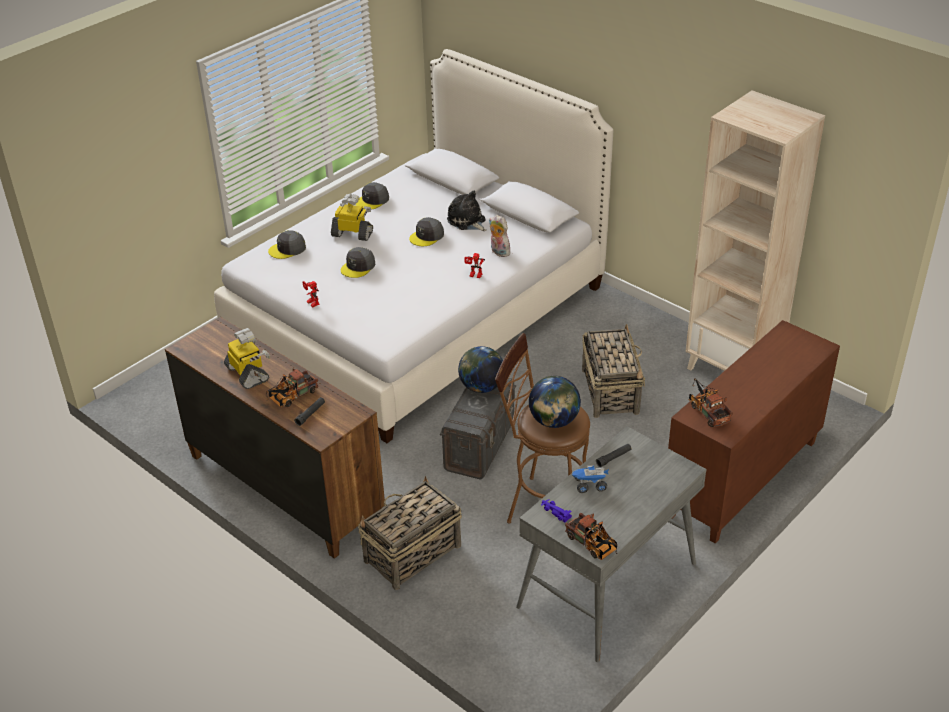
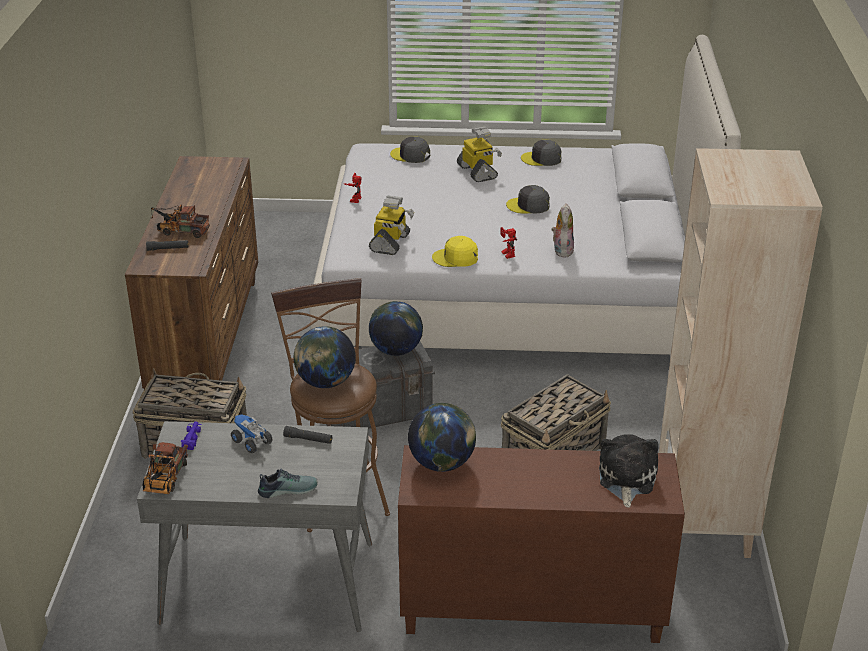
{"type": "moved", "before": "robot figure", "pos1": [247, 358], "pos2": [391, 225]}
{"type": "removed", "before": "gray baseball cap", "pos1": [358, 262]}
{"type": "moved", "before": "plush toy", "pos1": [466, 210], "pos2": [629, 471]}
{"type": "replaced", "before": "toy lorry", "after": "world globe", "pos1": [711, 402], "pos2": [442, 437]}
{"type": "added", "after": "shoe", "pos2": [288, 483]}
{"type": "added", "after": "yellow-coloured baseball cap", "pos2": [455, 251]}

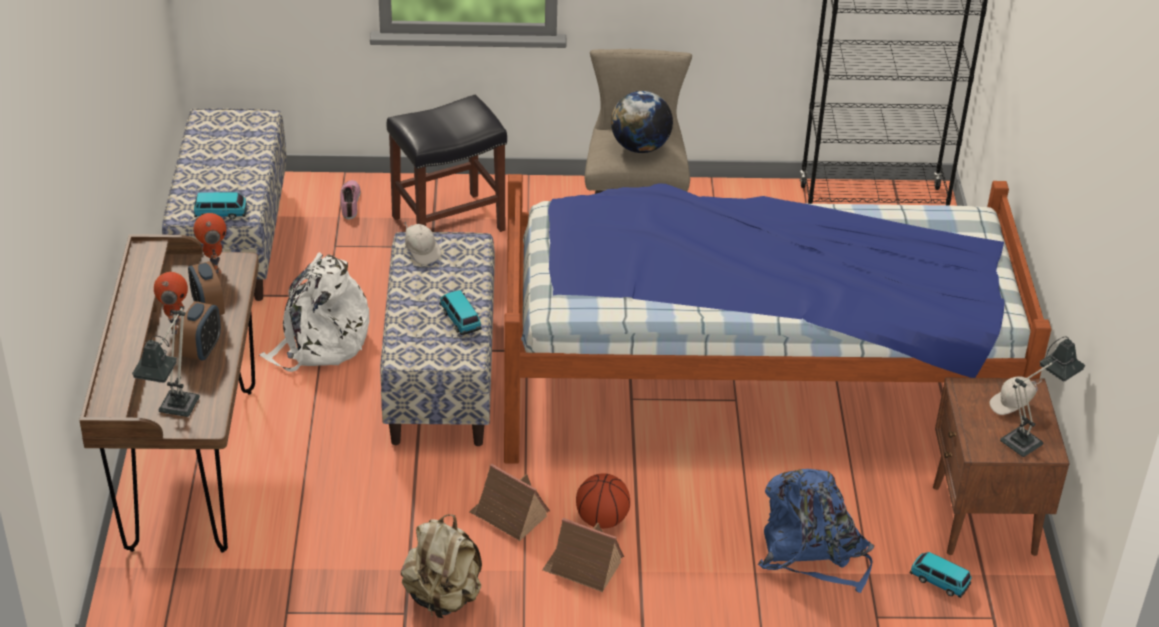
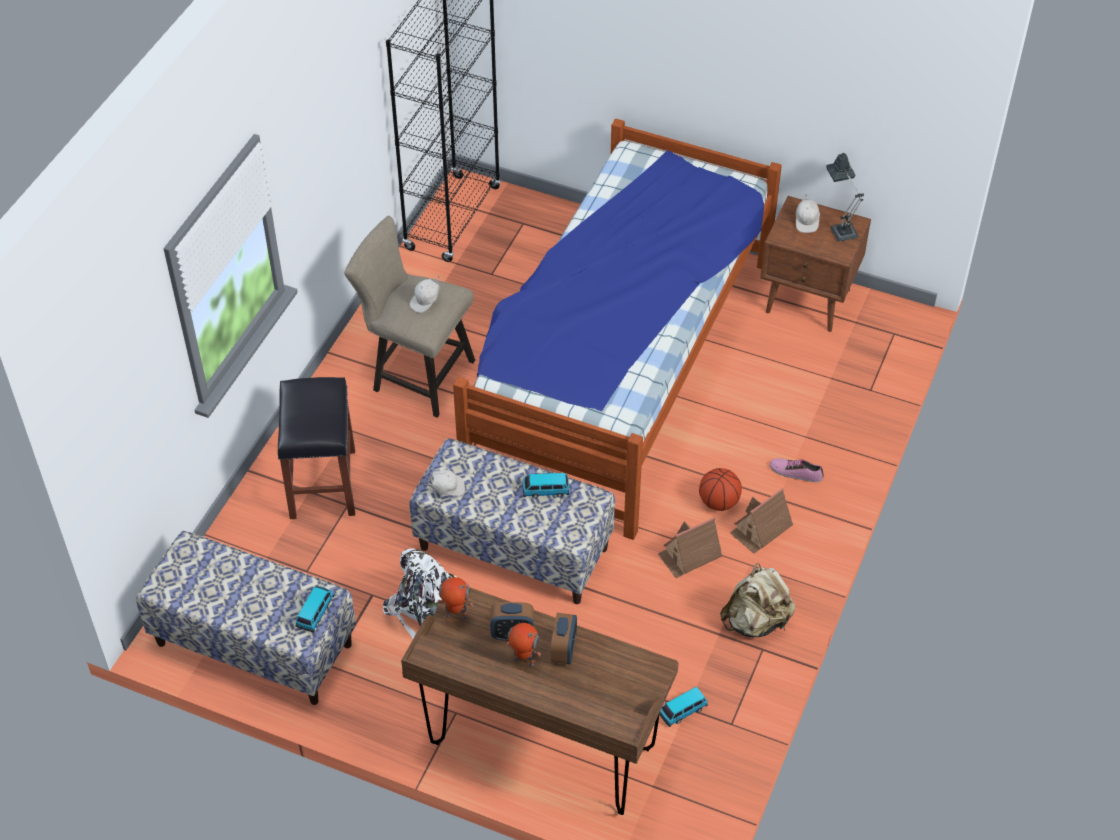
{"type": "removed", "before": "tabletop lamp", "pos1": [166, 361]}
{"type": "turned", "before": "table clock", "pos1": [199, 331], "pos2": [564, 638], "turn": 60}
{"type": "moved", "before": "shoe", "pos1": [350, 199], "pos2": [796, 470]}
{"type": "replaced", "before": "world globe", "after": "white baseball cap", "pos1": [642, 122], "pos2": [425, 294]}
{"type": "removed", "before": "blue-coloured knapsack", "pos1": [816, 531]}
{"type": "moved", "before": "miniature car", "pos1": [940, 575], "pos2": [684, 707]}

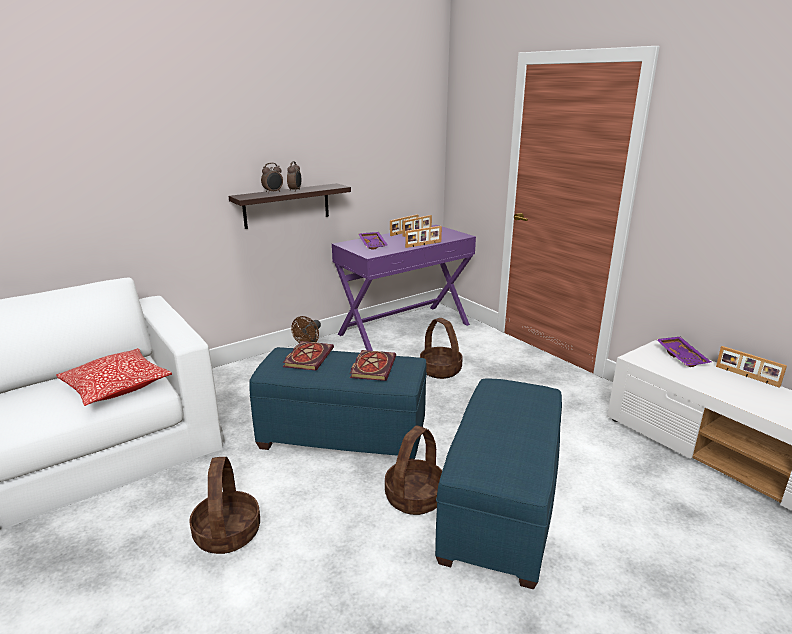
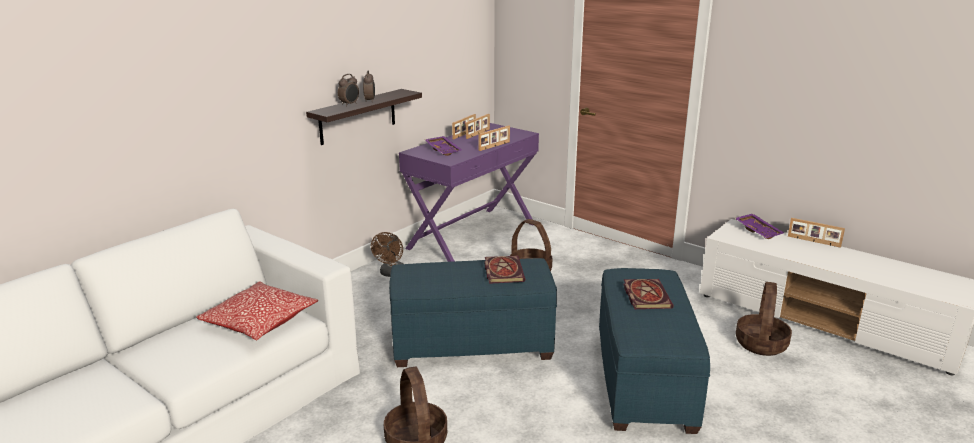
{"type": "moved", "before": "book", "pos1": [308, 356], "pos2": [648, 294]}
{"type": "moved", "before": "household basket", "pos1": [413, 470], "pos2": [764, 319]}

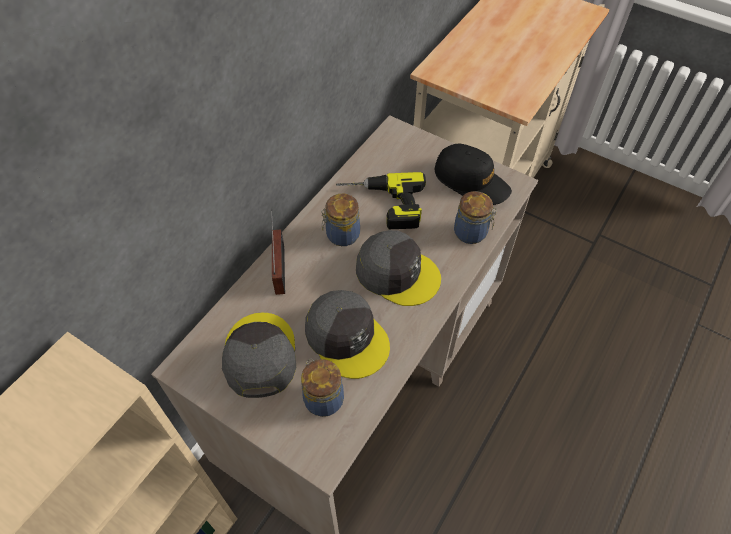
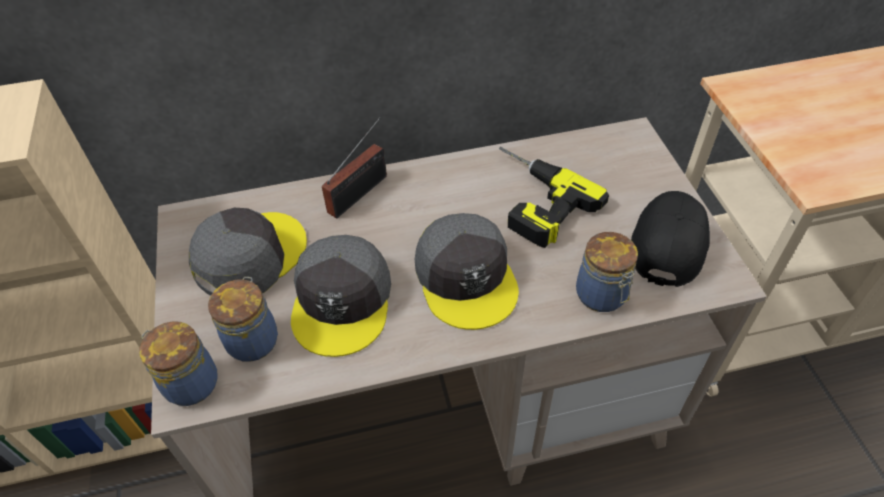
{"type": "moved", "before": "preserve jar", "pos1": [340, 220], "pos2": [178, 363]}
{"type": "turned", "before": "black baseball cap", "pos1": [473, 174], "pos2": [670, 239], "turn": -150}

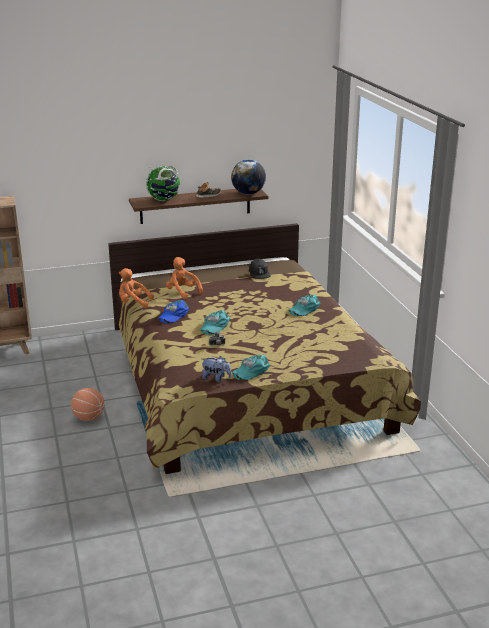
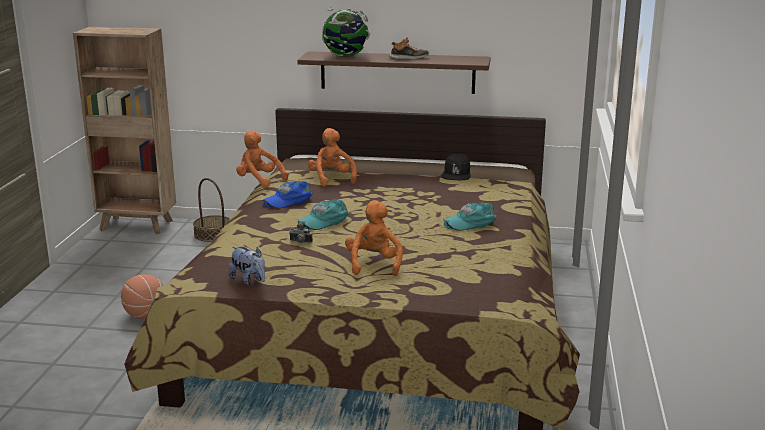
{"type": "removed", "before": "world globe", "pos1": [248, 176]}
{"type": "removed", "before": "blue-green baseball cap", "pos1": [251, 367]}
{"type": "added", "after": "household basket", "pos2": [211, 210]}
{"type": "added", "after": "orange plush toy", "pos2": [374, 238]}

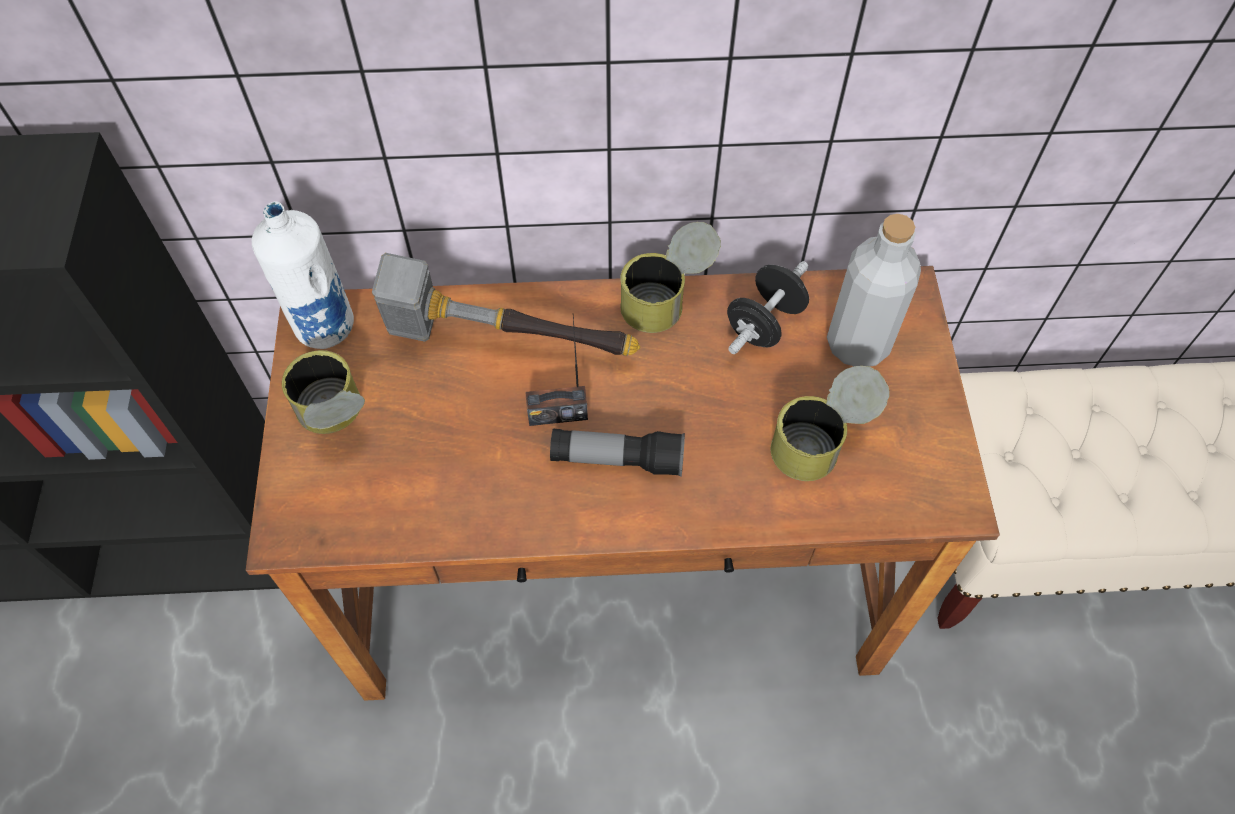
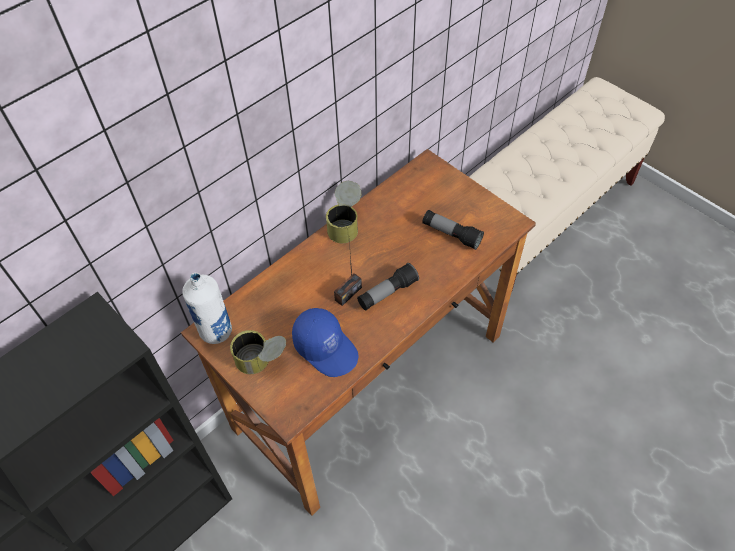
{"type": "removed", "before": "tool hammer", "pos1": [506, 304]}
{"type": "removed", "before": "black hand weight", "pos1": [768, 307]}
{"type": "replaced", "before": "metal can", "after": "torch", "pos1": [830, 423], "pos2": [453, 230]}
{"type": "removed", "before": "gray bottle", "pos1": [874, 290]}
{"type": "added", "after": "blue-coloured baseball cap", "pos2": [325, 342]}

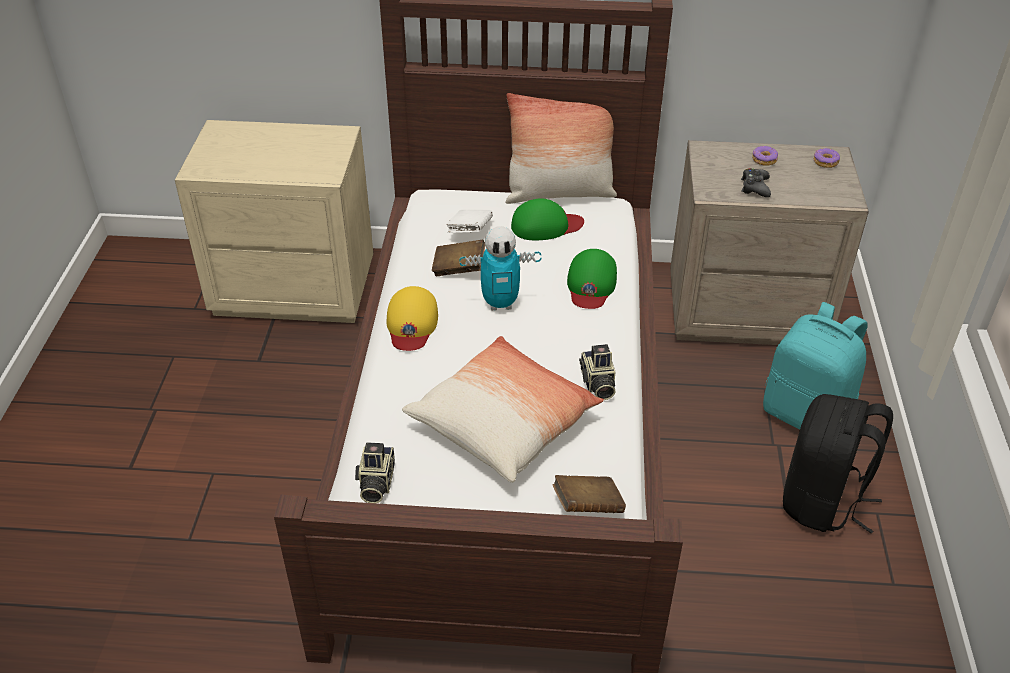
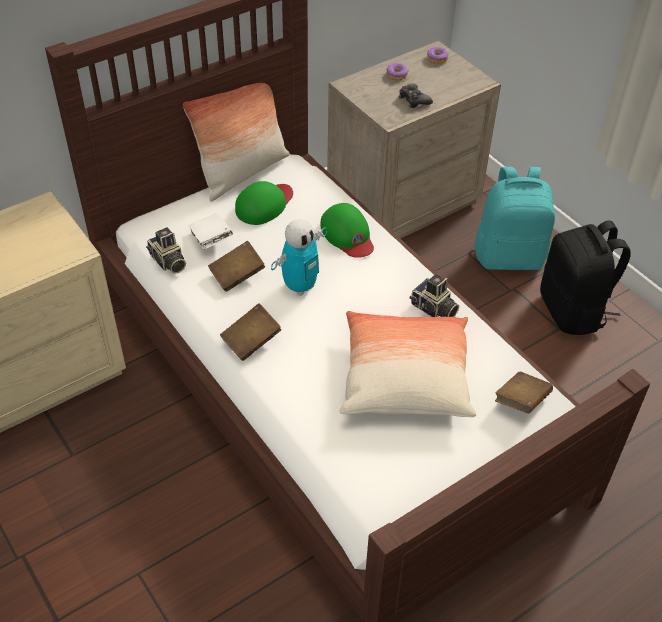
{"type": "moved", "before": "still camera", "pos1": [375, 472], "pos2": [166, 250]}
{"type": "replaced", "before": "yellow-coloured baseball cap", "after": "brownish book", "pos1": [412, 318], "pos2": [251, 332]}

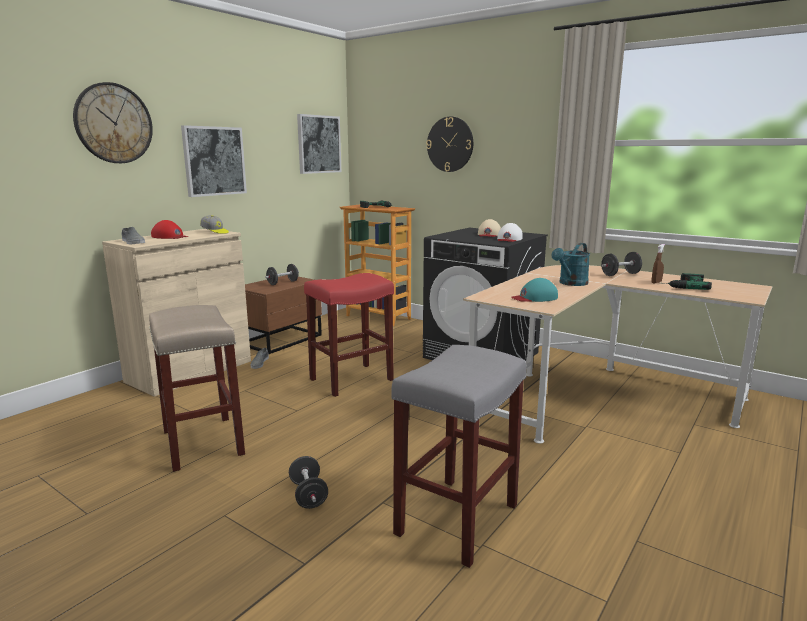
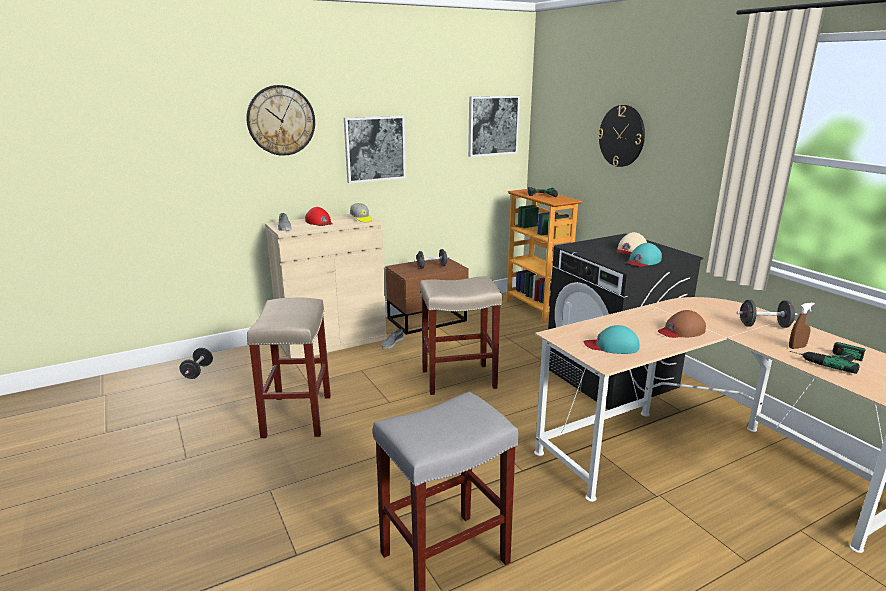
{"type": "moved", "before": "black hand weight", "pos1": [308, 482], "pos2": [196, 363]}
{"type": "recoloured", "before": "reddish stool", "after": "sand-coloured stool", "pos1": [349, 335], "pos2": [461, 335]}
{"type": "recoloured", "before": "white baseball cap", "after": "blue-green baseball cap", "pos1": [510, 232], "pos2": [644, 255]}
{"type": "replaced", "before": "blue-green watering can", "after": "brownish baseball cap", "pos1": [570, 264], "pos2": [682, 324]}

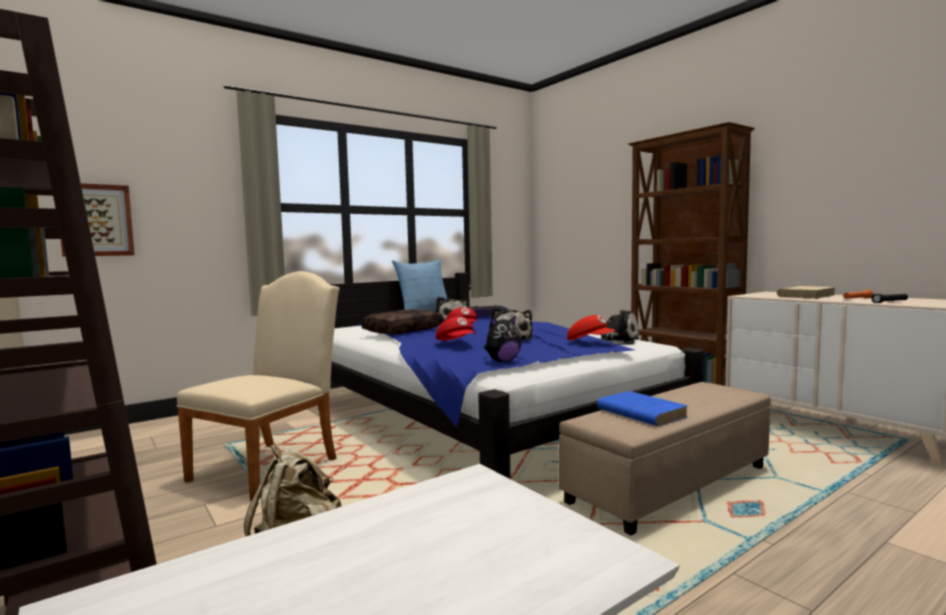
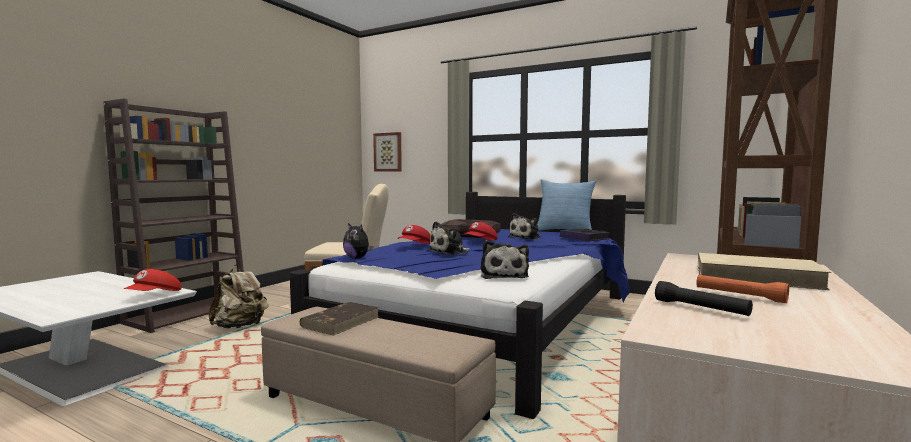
{"type": "moved", "before": "reddish baseball cap", "pos1": [592, 327], "pos2": [152, 280]}
{"type": "recoloured", "before": "blue-coloured book", "after": "brownish book", "pos1": [642, 408], "pos2": [339, 319]}

